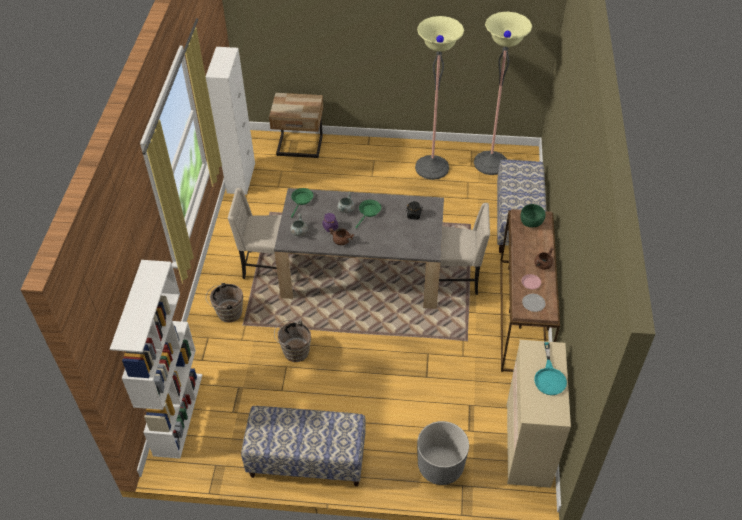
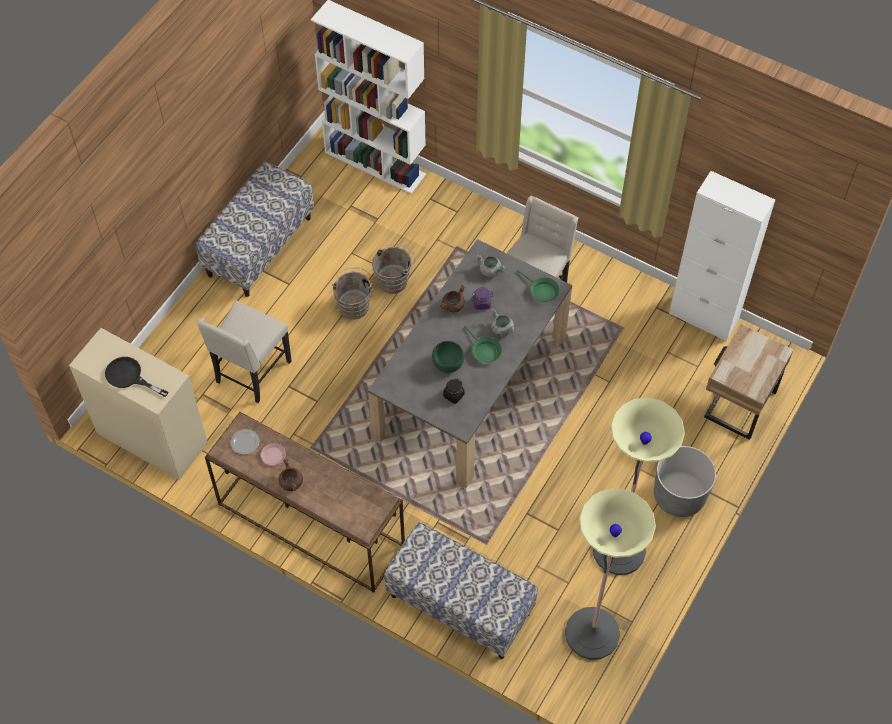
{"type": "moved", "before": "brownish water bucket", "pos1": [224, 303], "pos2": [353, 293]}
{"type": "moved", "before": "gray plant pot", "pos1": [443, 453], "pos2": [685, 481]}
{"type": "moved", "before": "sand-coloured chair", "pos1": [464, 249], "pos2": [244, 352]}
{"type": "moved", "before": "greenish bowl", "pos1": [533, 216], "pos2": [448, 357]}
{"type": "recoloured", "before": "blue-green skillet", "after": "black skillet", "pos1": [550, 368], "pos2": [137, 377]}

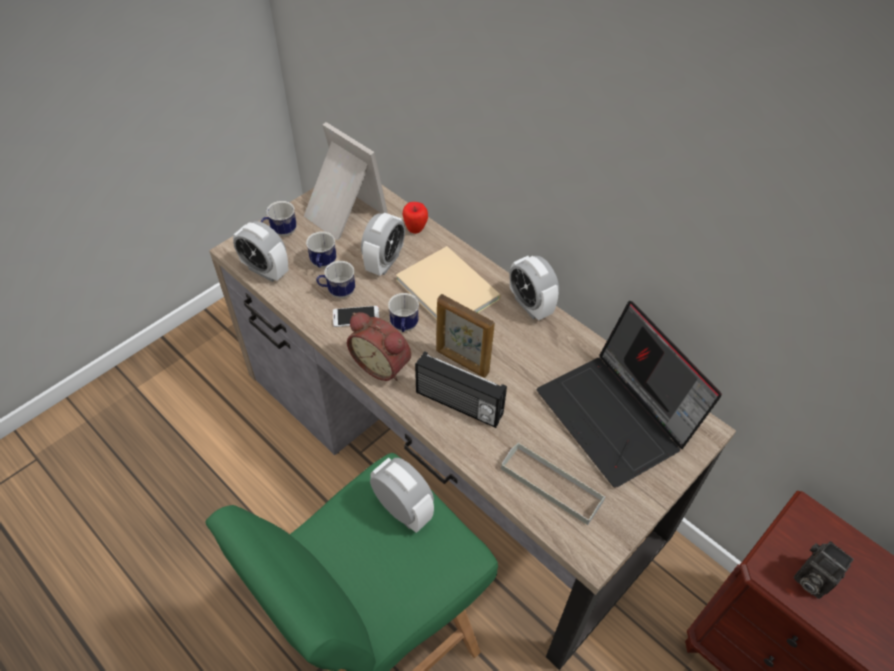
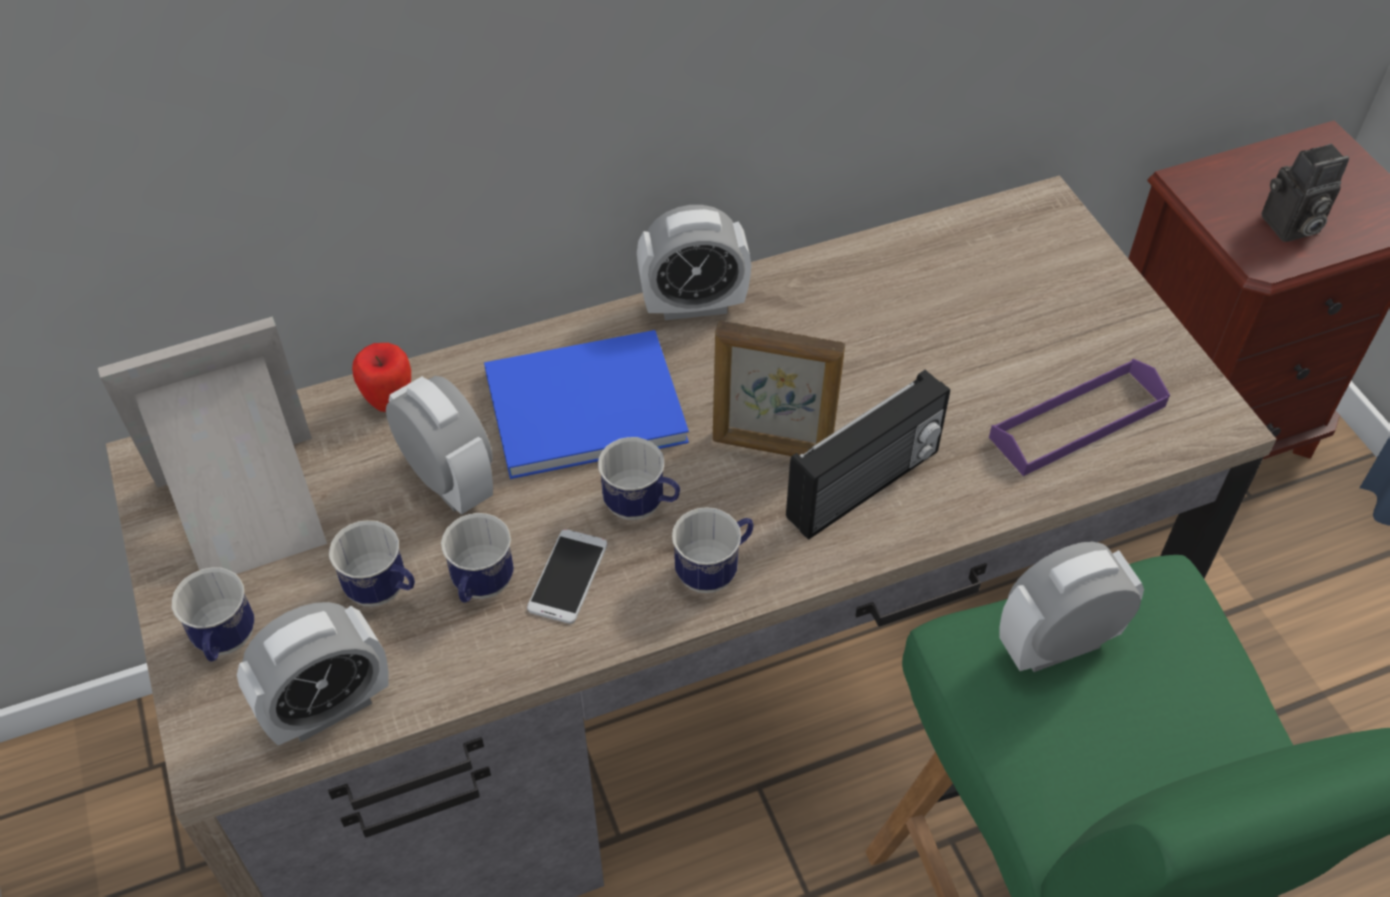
{"type": "replaced", "before": "table clock", "after": "mug", "pos1": [379, 346], "pos2": [713, 550]}
{"type": "recoloured", "before": "sand-coloured book", "after": "blue-coloured book", "pos1": [448, 283], "pos2": [586, 404]}
{"type": "turned", "before": "standing frame", "pos1": [465, 336], "pos2": [779, 388], "turn": 45}
{"type": "recoloured", "before": "gray carrying tray", "after": "purple-coloured carrying tray", "pos1": [553, 483], "pos2": [1079, 417]}
{"type": "removed", "before": "notebook computer", "pos1": [629, 394]}

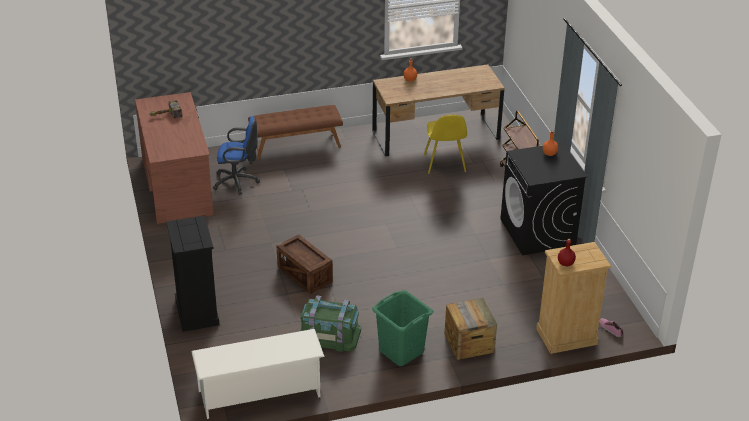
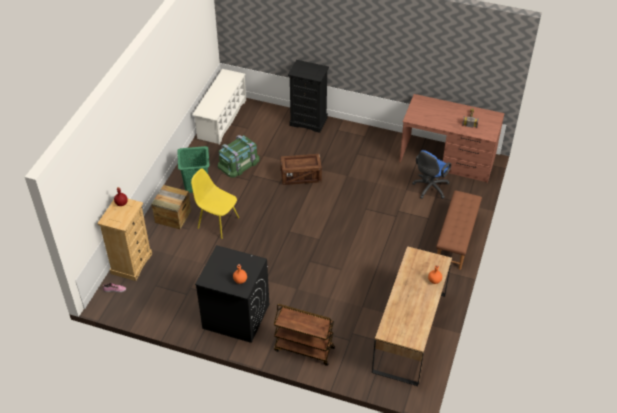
{"type": "moved", "before": "yellow-coloured chair", "pos1": [445, 144], "pos2": [215, 204]}

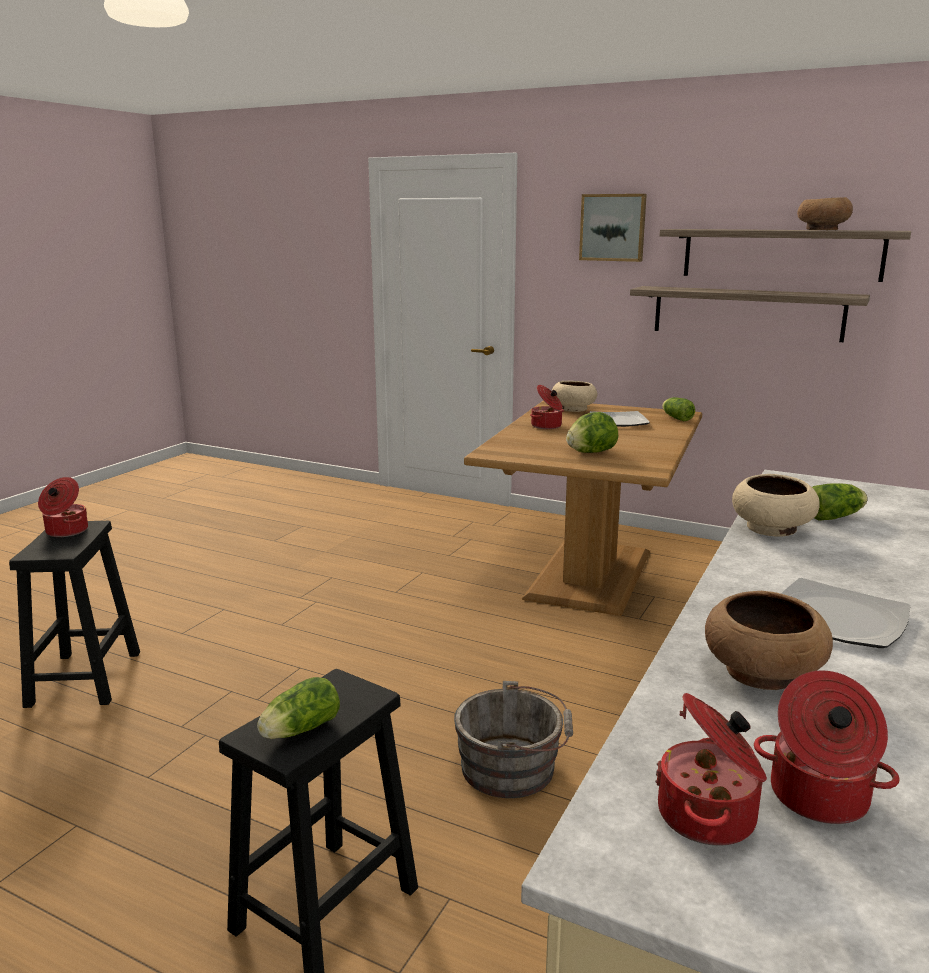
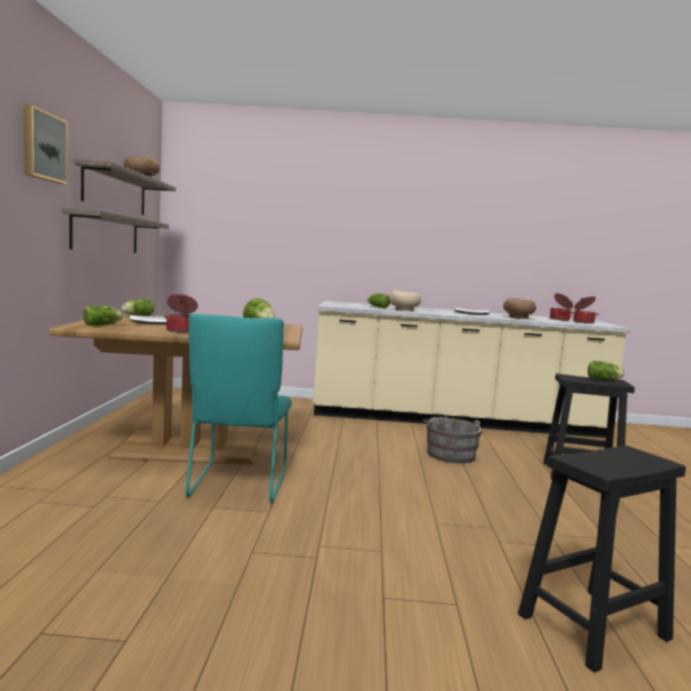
{"type": "removed", "before": "cooking pot", "pos1": [63, 507]}
{"type": "replaced", "before": "sand-coloured bowl", "after": "lettuce head", "pos1": [574, 396], "pos2": [103, 315]}
{"type": "added", "after": "blue-green chair", "pos2": [239, 408]}

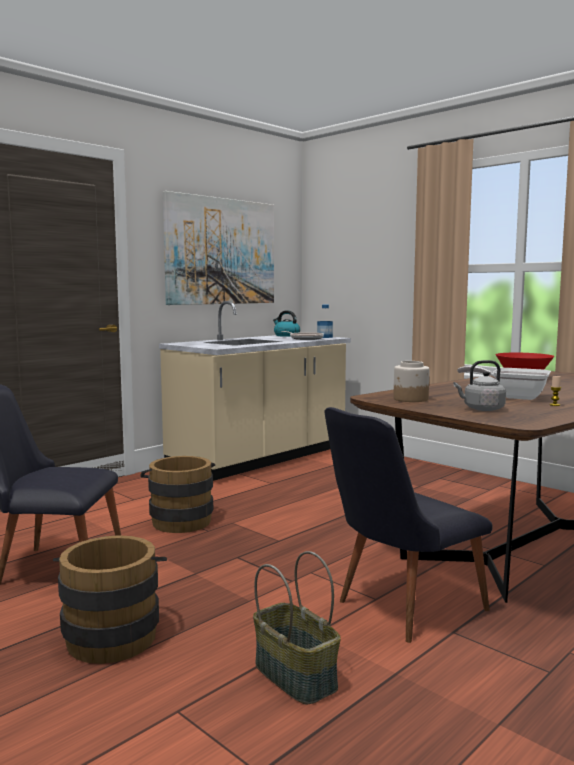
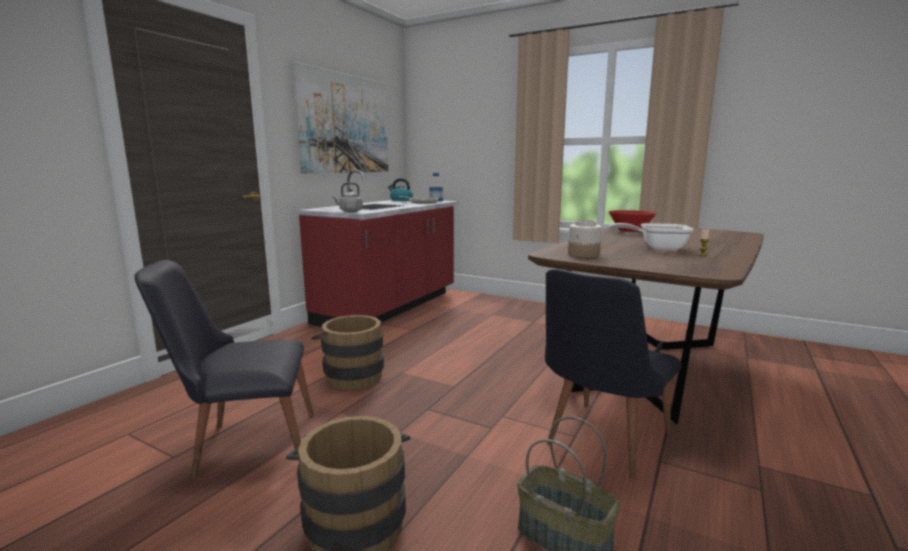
{"type": "recoloured", "before": "sand-coloured counter", "after": "reddish counter", "pos1": [255, 391], "pos2": [378, 248]}
{"type": "moved", "before": "gray water kettle", "pos1": [479, 385], "pos2": [347, 197]}

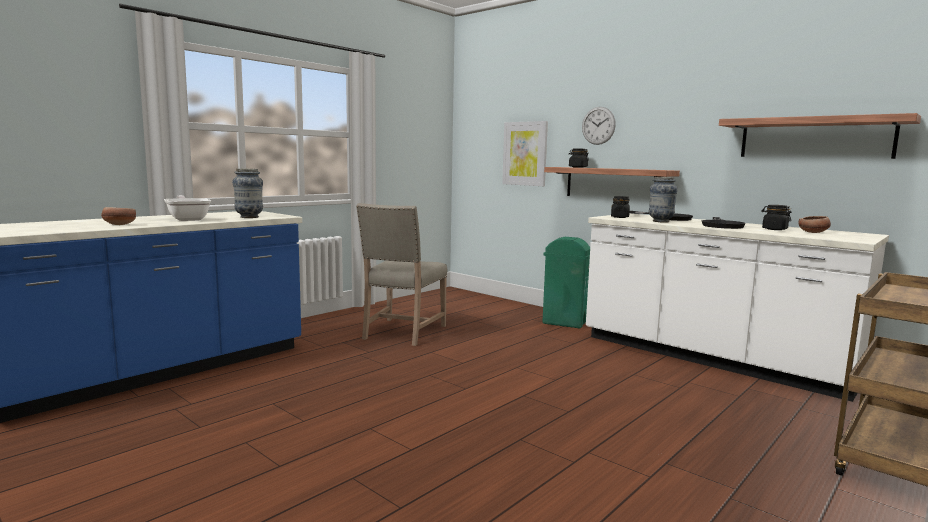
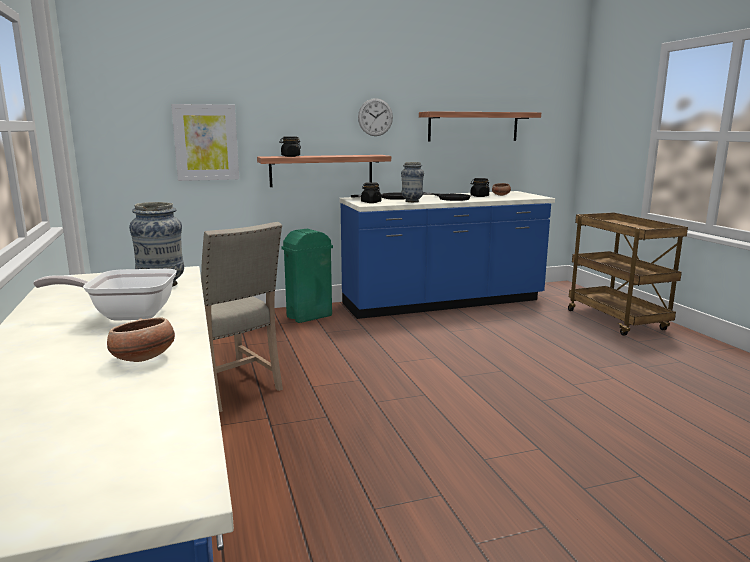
{"type": "moved", "before": "hanging clock", "pos1": [599, 126], "pos2": [375, 117]}
{"type": "recoloured", "before": "white counter", "after": "blue-coloured counter", "pos1": [737, 307], "pos2": [447, 255]}

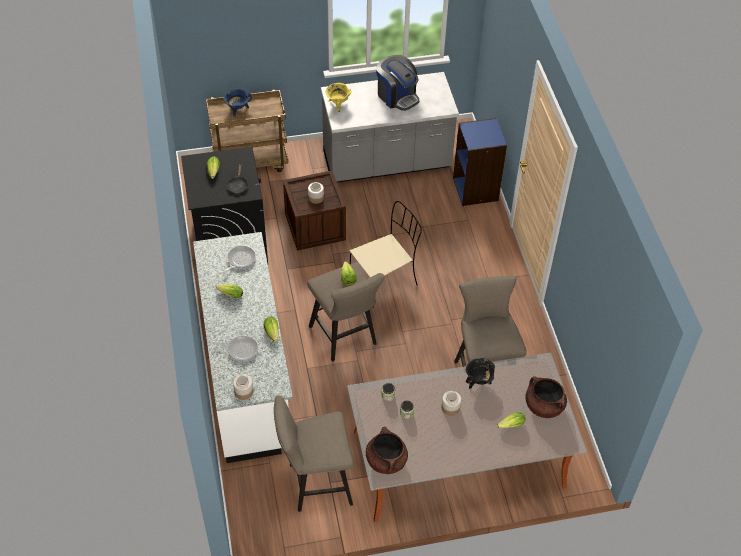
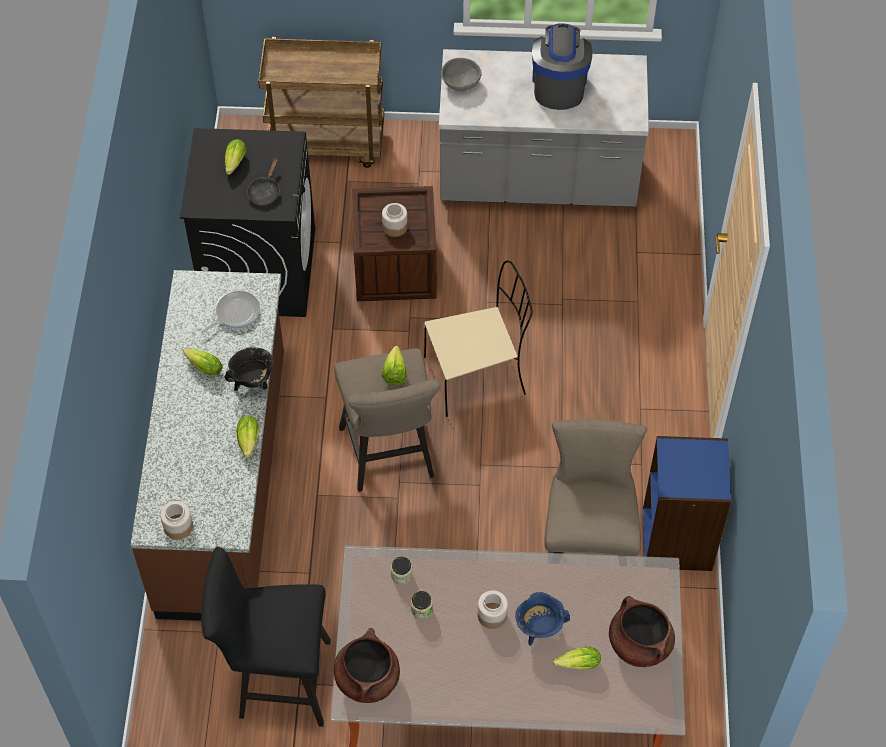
{"type": "recoloured", "before": "white counter", "after": "brownish counter", "pos1": [243, 347], "pos2": [207, 445]}
{"type": "removed", "before": "skillet", "pos1": [235, 348]}
{"type": "moved", "before": "blue-coloured cooking pot", "pos1": [238, 103], "pos2": [542, 619]}
{"type": "recoloured", "before": "sand-coloured stool", "after": "black stool", "pos1": [314, 454], "pos2": [266, 637]}
{"type": "replaced", "before": "yellow-coloured cooking pot", "after": "gray bowl", "pos1": [339, 97], "pos2": [461, 74]}
{"type": "turned", "before": "coffee maker", "pos1": [398, 83], "pos2": [562, 66], "turn": -150}
{"type": "moved", "before": "blue-coloured bookshelf", "pos1": [480, 162], "pos2": [687, 503]}
{"type": "moved", "before": "black cooking pot", "pos1": [480, 373], "pos2": [249, 369]}

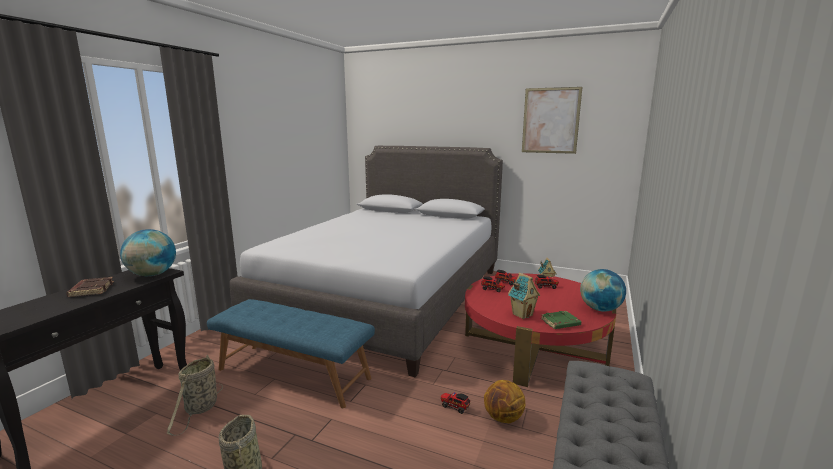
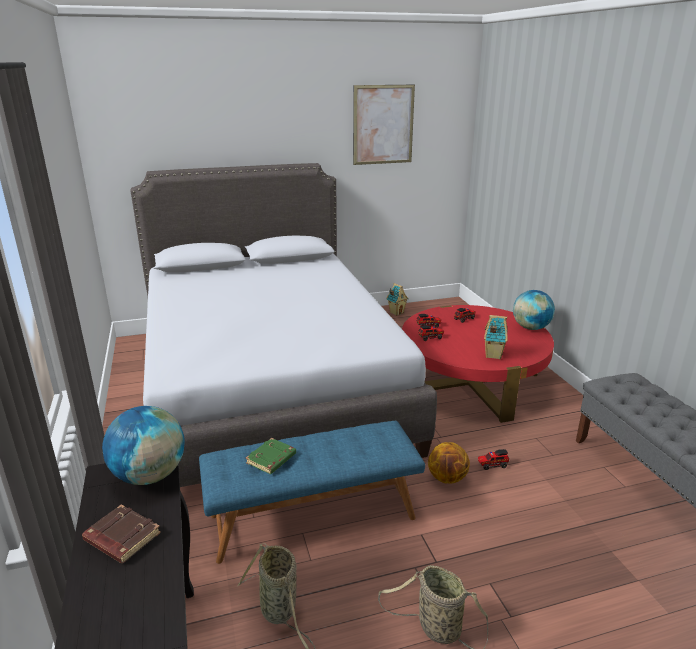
{"type": "moved", "before": "ball for basketball", "pos1": [505, 401], "pos2": [449, 463]}
{"type": "moved", "before": "greenish book", "pos1": [561, 320], "pos2": [271, 456]}

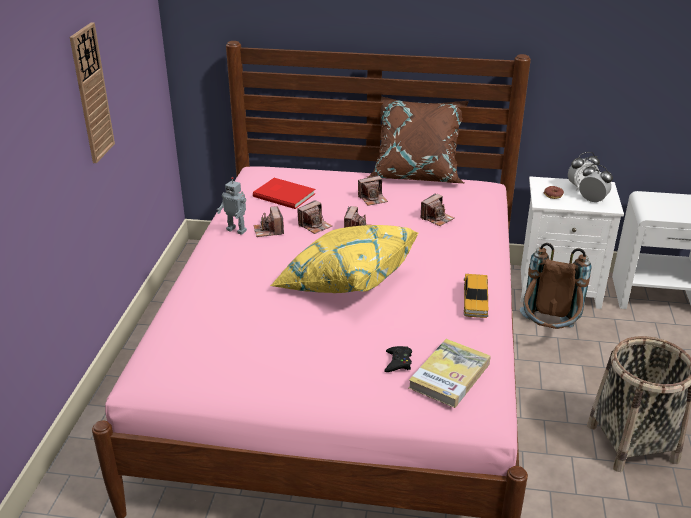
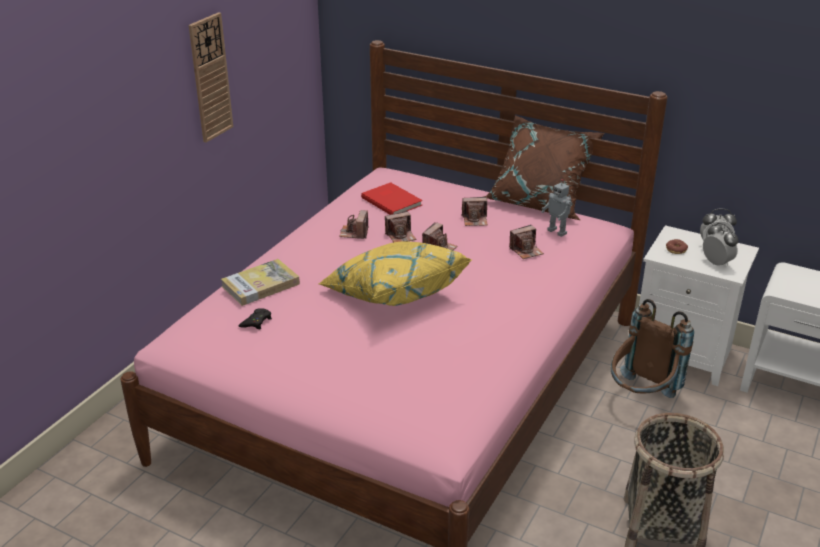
{"type": "moved", "before": "robot figure", "pos1": [232, 206], "pos2": [556, 208]}
{"type": "moved", "before": "black joypad", "pos1": [398, 359], "pos2": [255, 318]}
{"type": "moved", "before": "book", "pos1": [450, 373], "pos2": [260, 282]}
{"type": "removed", "before": "miniature car", "pos1": [476, 296]}

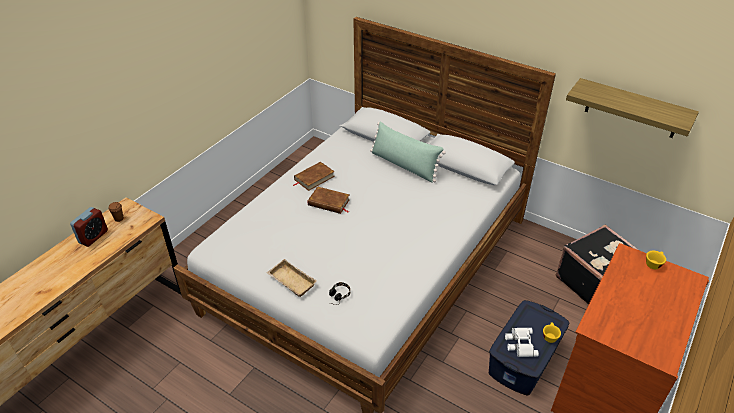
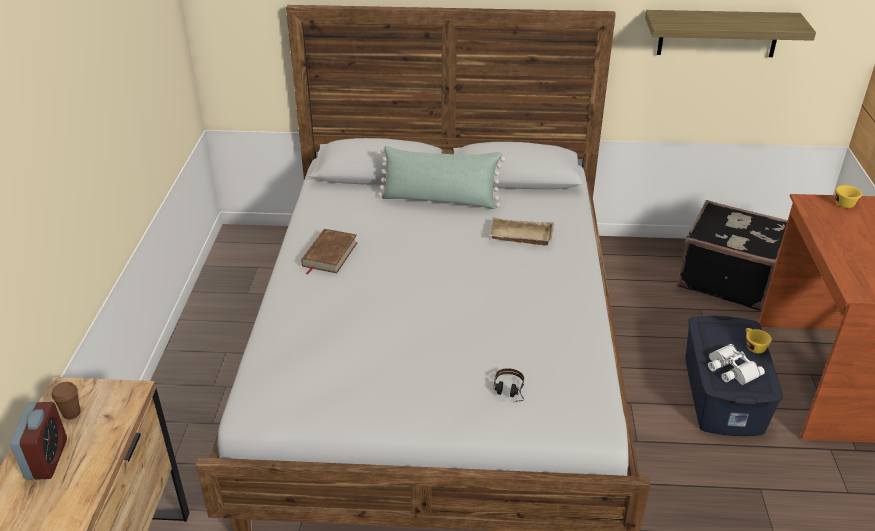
{"type": "moved", "before": "sand-coloured carrying tray", "pos1": [292, 278], "pos2": [521, 231]}
{"type": "removed", "before": "brownish book", "pos1": [329, 200]}

